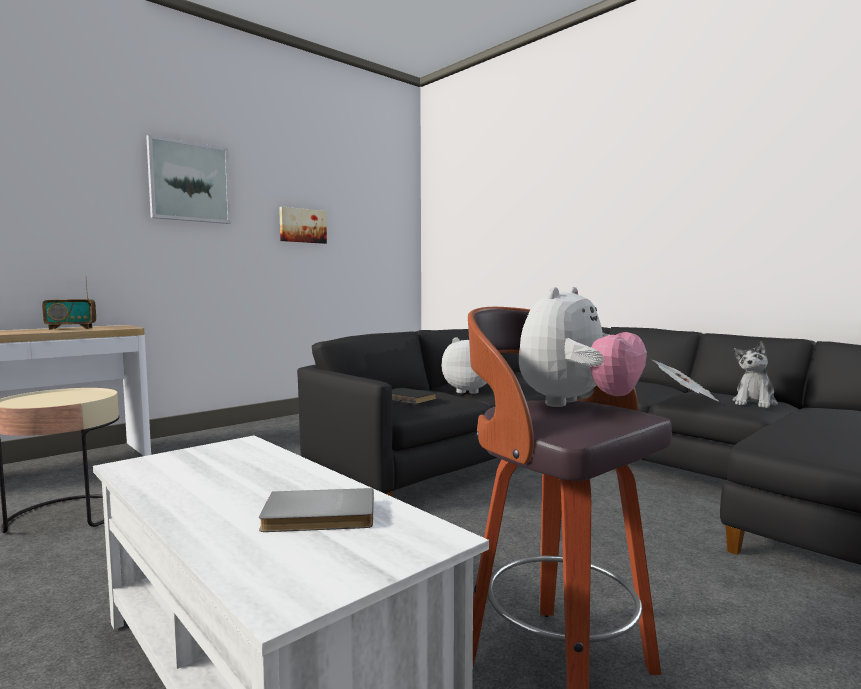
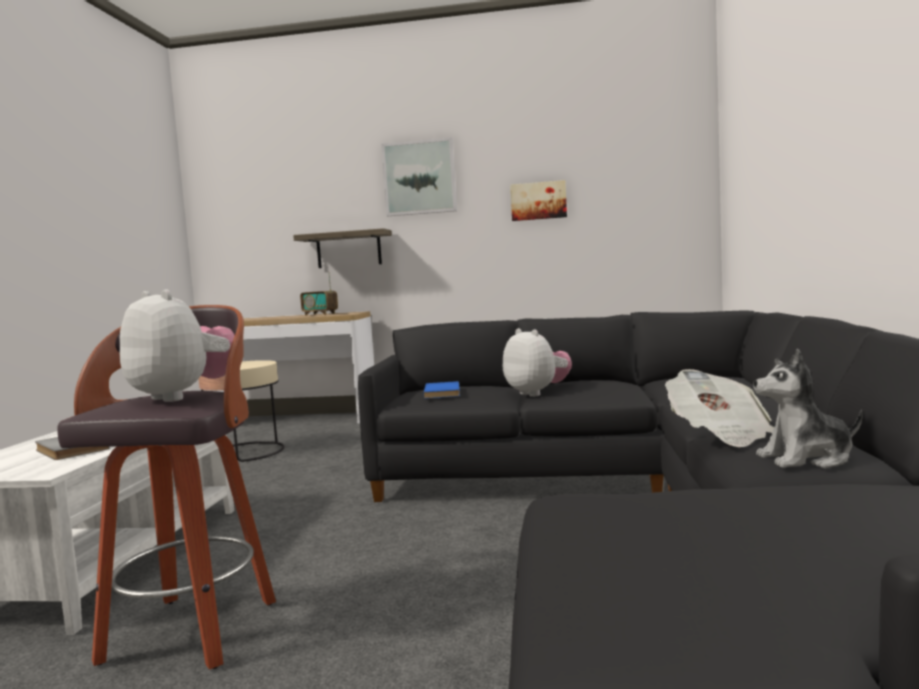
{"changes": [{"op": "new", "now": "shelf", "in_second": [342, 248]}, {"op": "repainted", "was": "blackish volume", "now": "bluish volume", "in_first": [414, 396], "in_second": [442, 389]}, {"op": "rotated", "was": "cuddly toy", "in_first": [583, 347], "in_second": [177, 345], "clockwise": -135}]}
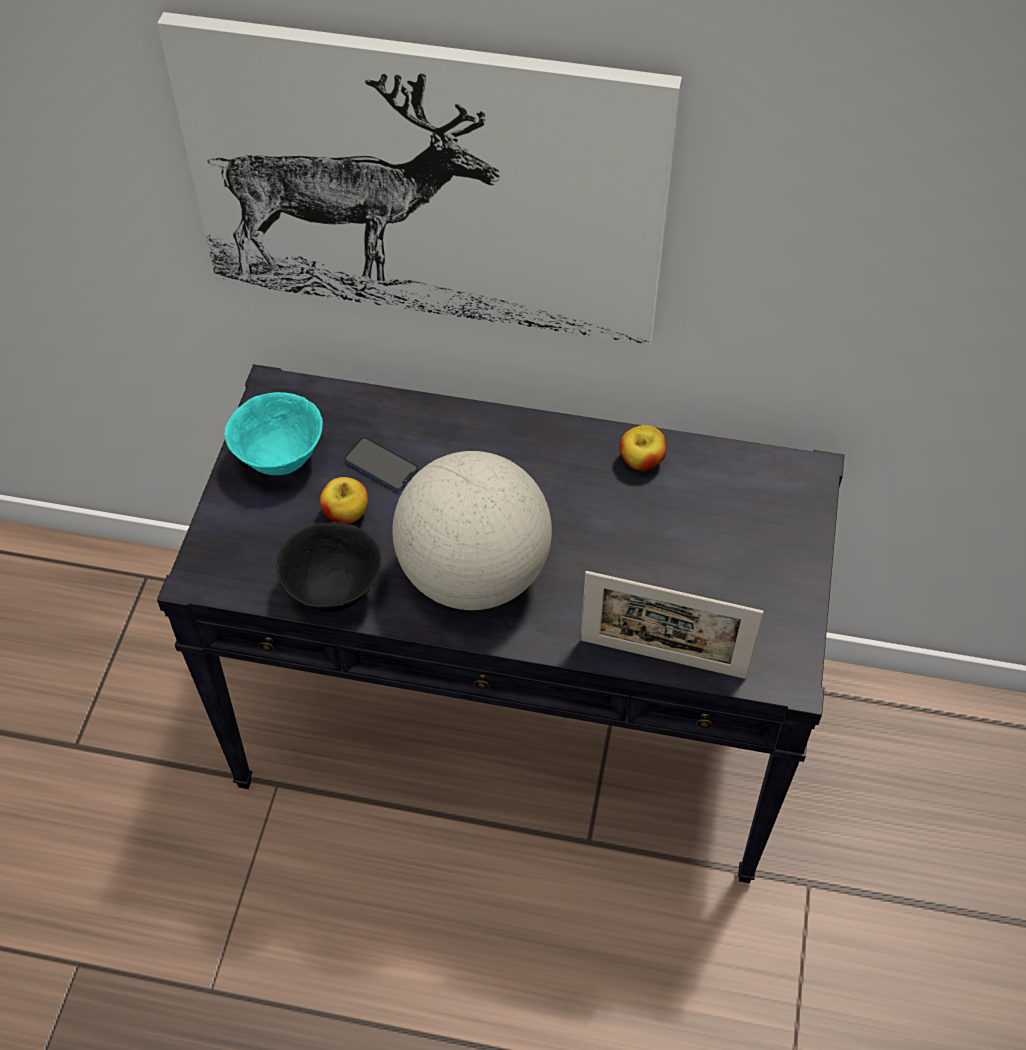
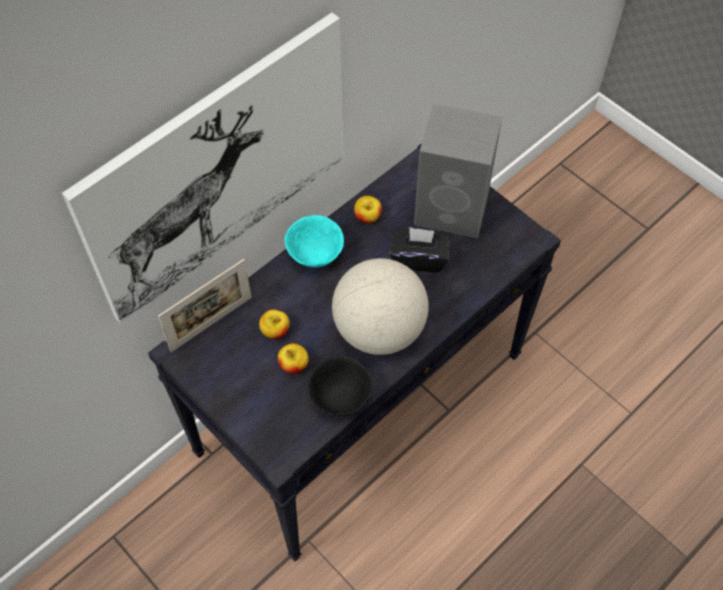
{"changes": [{"op": "new", "now": "blackish tissue holder", "in_second": [419, 249]}, {"op": "new", "now": "gray audio speaker", "in_second": [458, 171]}, {"op": "shifted", "was": "turquoise serving bowl", "in_first": [273, 433], "in_second": [314, 241]}, {"op": "shifted", "was": "photo frame", "in_first": [672, 625], "in_second": [205, 305]}, {"op": "swapped", "was": "phone", "now": "apple fruit", "in_first": [381, 464], "in_second": [274, 324]}]}
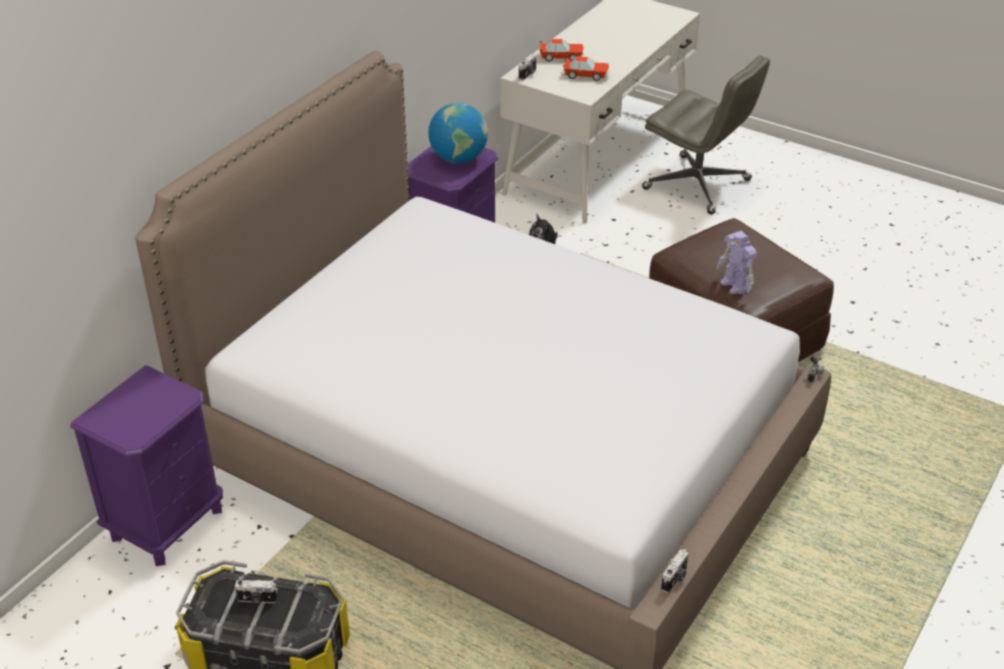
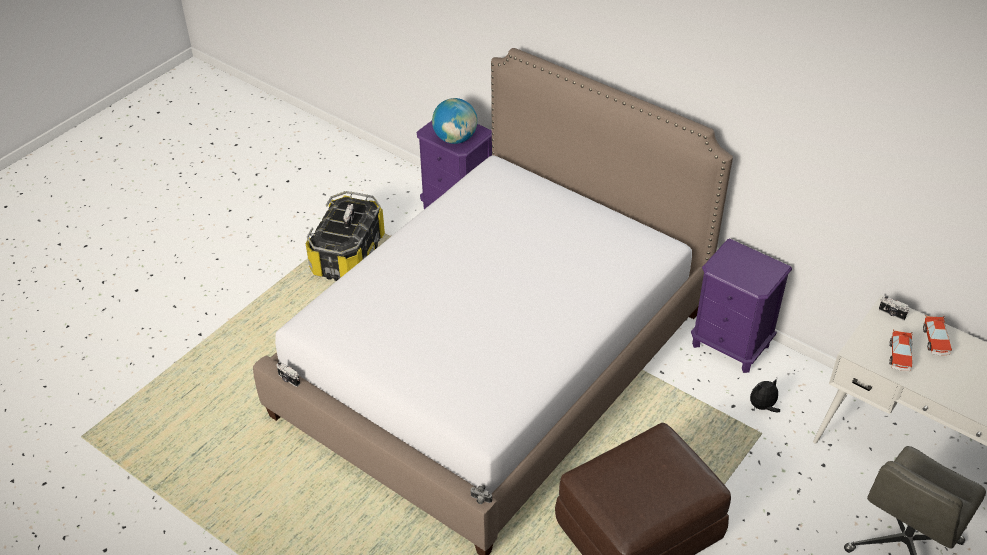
{"changes": [{"op": "gone", "was": "model robot", "in_first": [737, 262]}, {"op": "shifted", "was": "world globe", "in_first": [458, 133], "in_second": [454, 121]}]}
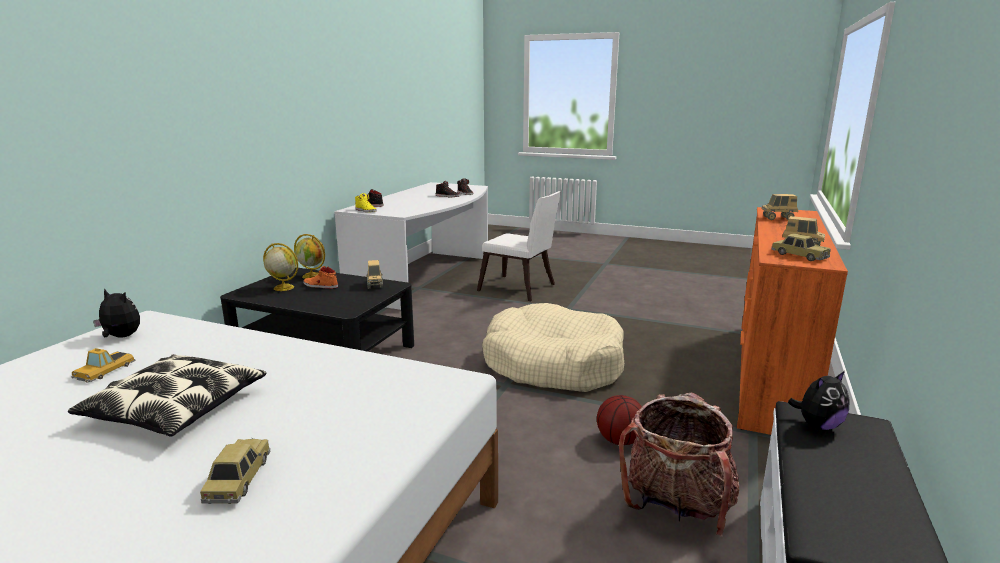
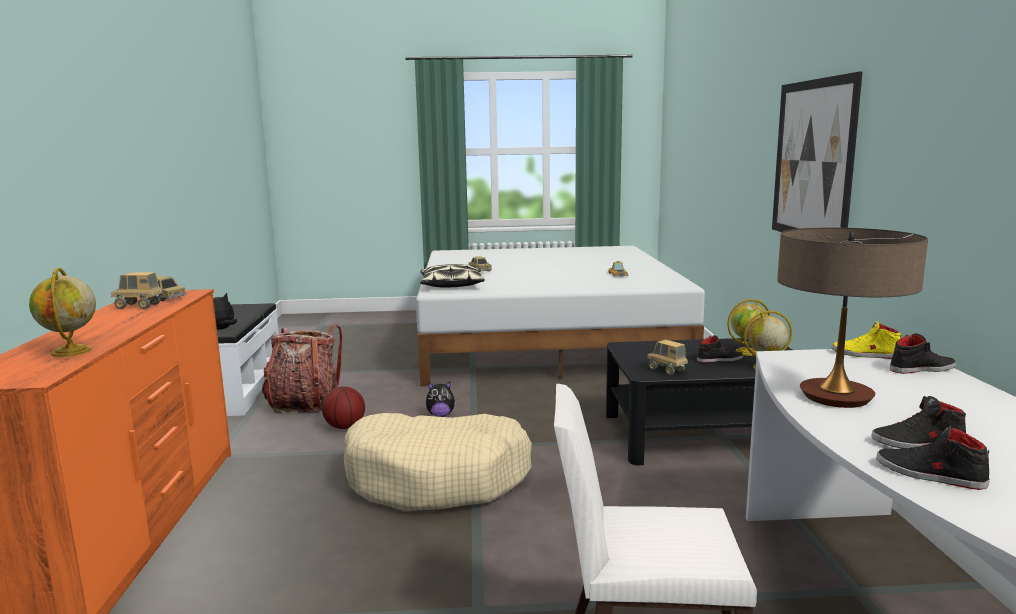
{"changes": [{"op": "new", "now": "wall picture", "in_second": [817, 151]}, {"op": "new", "now": "table lamp", "in_second": [852, 318]}, {"op": "shifted", "was": "pillow", "in_first": [167, 395], "in_second": [452, 276]}, {"op": "shifted", "was": "cuddly toy", "in_first": [116, 313], "in_second": [441, 399]}, {"op": "swapped", "was": "model truck", "now": "world globe", "in_first": [779, 207], "in_second": [62, 312]}, {"op": "repainted", "was": "orangey item of footwear", "now": "blackish item of footwear", "in_first": [320, 277], "in_second": [720, 349]}]}
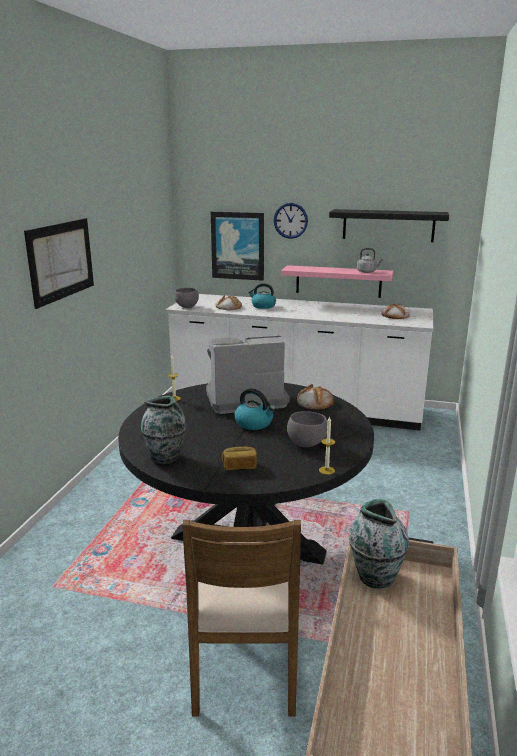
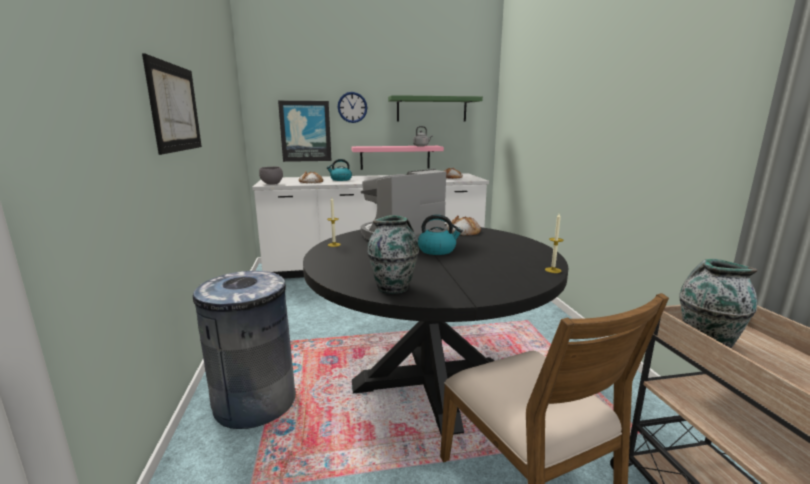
{"changes": [{"op": "gone", "was": "bakery bread", "in_first": [239, 458]}, {"op": "gone", "was": "gray serving bowl", "in_first": [307, 429]}, {"op": "new", "now": "gray trash can", "in_second": [244, 350]}, {"op": "repainted", "was": "blackish shelf", "now": "green-coloured shelf", "in_first": [389, 225], "in_second": [435, 108]}]}
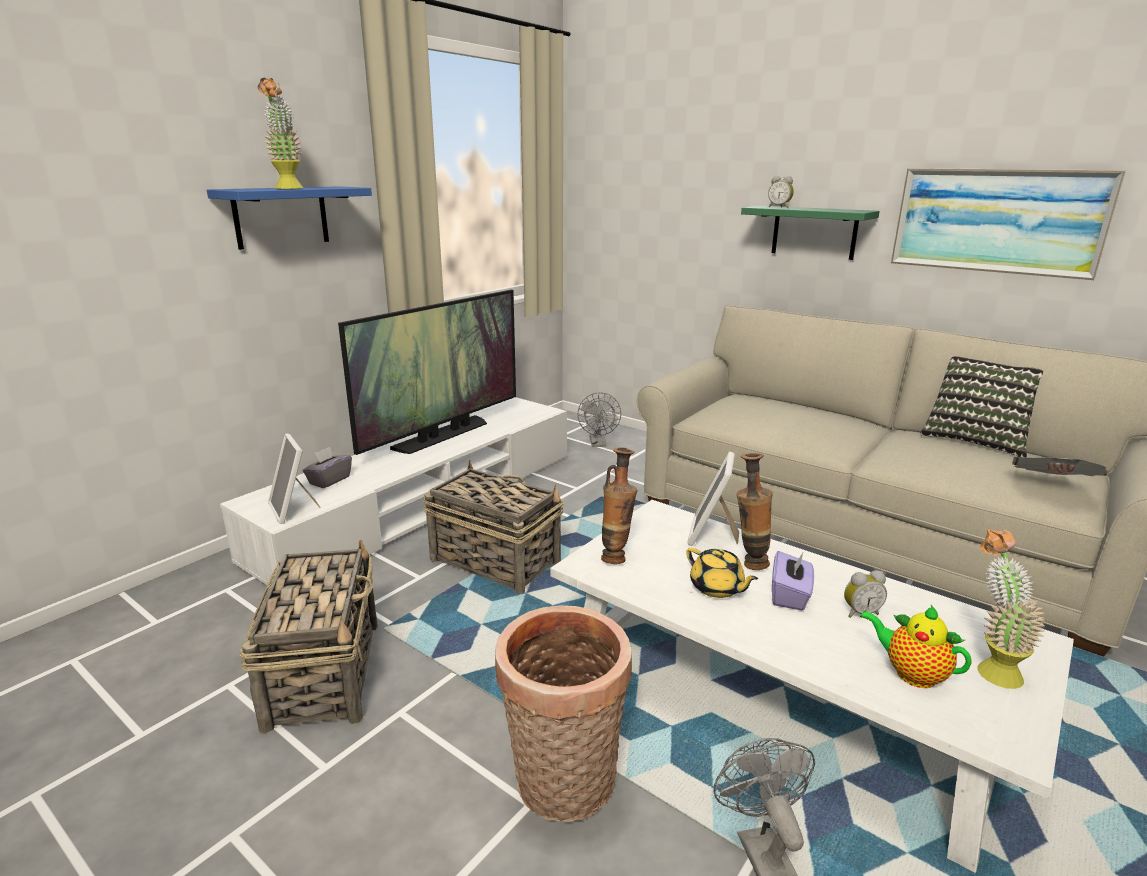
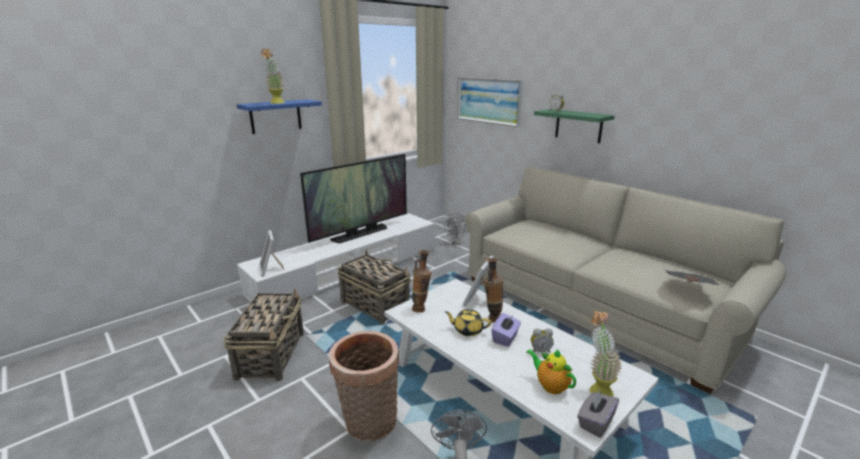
{"changes": [{"op": "gone", "was": "pillow", "in_first": [981, 406]}, {"op": "shifted", "was": "gray tissue holder", "in_first": [327, 468], "in_second": [598, 413]}, {"op": "shifted", "was": "wall picture", "in_first": [1008, 224], "in_second": [490, 102]}, {"op": "rotated", "was": "yellowish teapot", "in_first": [722, 573], "in_second": [468, 322], "clockwise": 135}]}
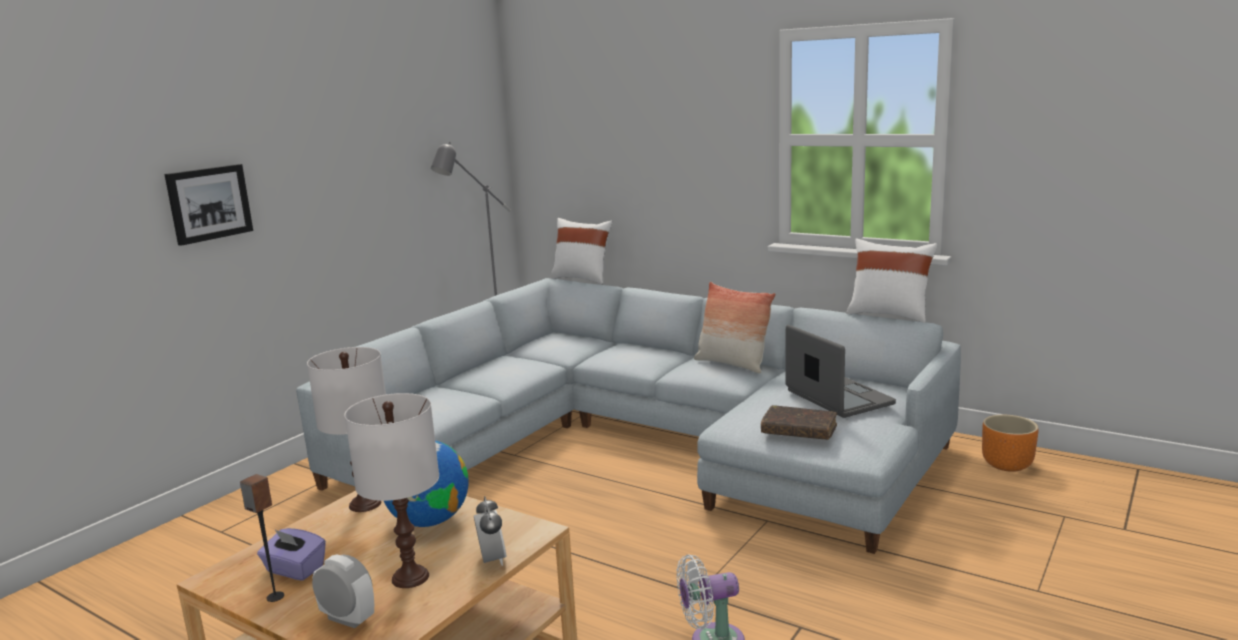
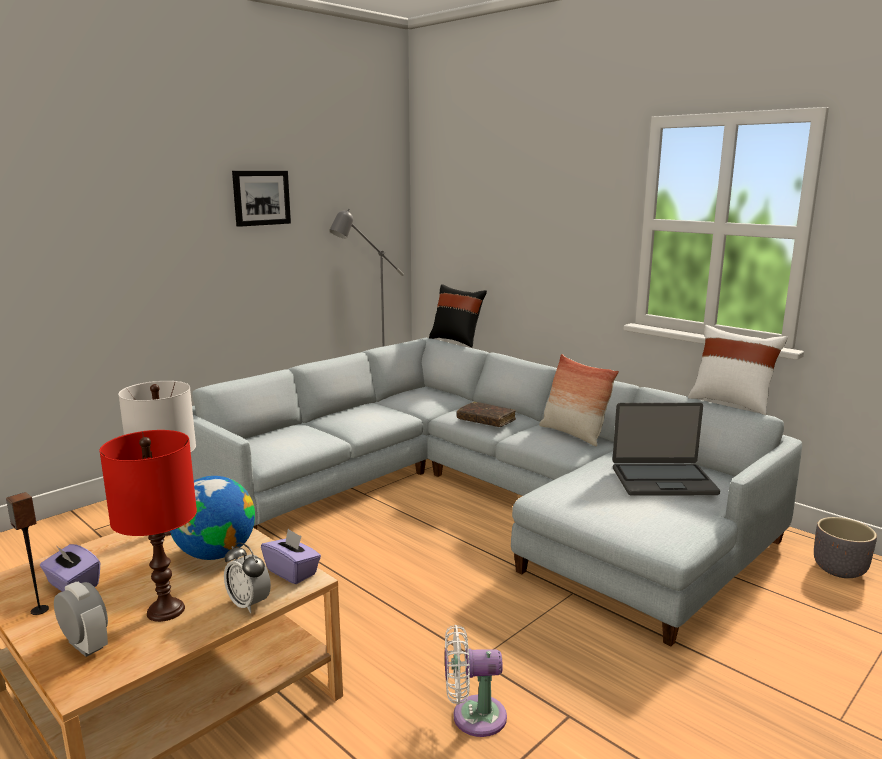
{"changes": [{"op": "new", "now": "purplish tissue holder", "in_second": [291, 556]}, {"op": "shifted", "was": "wall picture", "in_first": [208, 205], "in_second": [261, 199]}, {"op": "shifted", "was": "brown volume", "in_first": [799, 422], "in_second": [486, 414]}, {"op": "repainted", "was": "whitish table lamp", "now": "red-coloured table lamp", "in_first": [392, 490], "in_second": [148, 526]}, {"op": "repainted", "was": "whitish pillow", "now": "blackish pillow", "in_first": [581, 251], "in_second": [458, 315]}, {"op": "repainted", "was": "orangey flower pot", "now": "gray flower pot", "in_first": [1010, 443], "in_second": [845, 547]}, {"op": "rotated", "was": "alarm clock", "in_first": [490, 531], "in_second": [247, 577], "clockwise": 135}, {"op": "rotated", "was": "portable computer", "in_first": [840, 371], "in_second": [666, 449], "clockwise": 105}]}
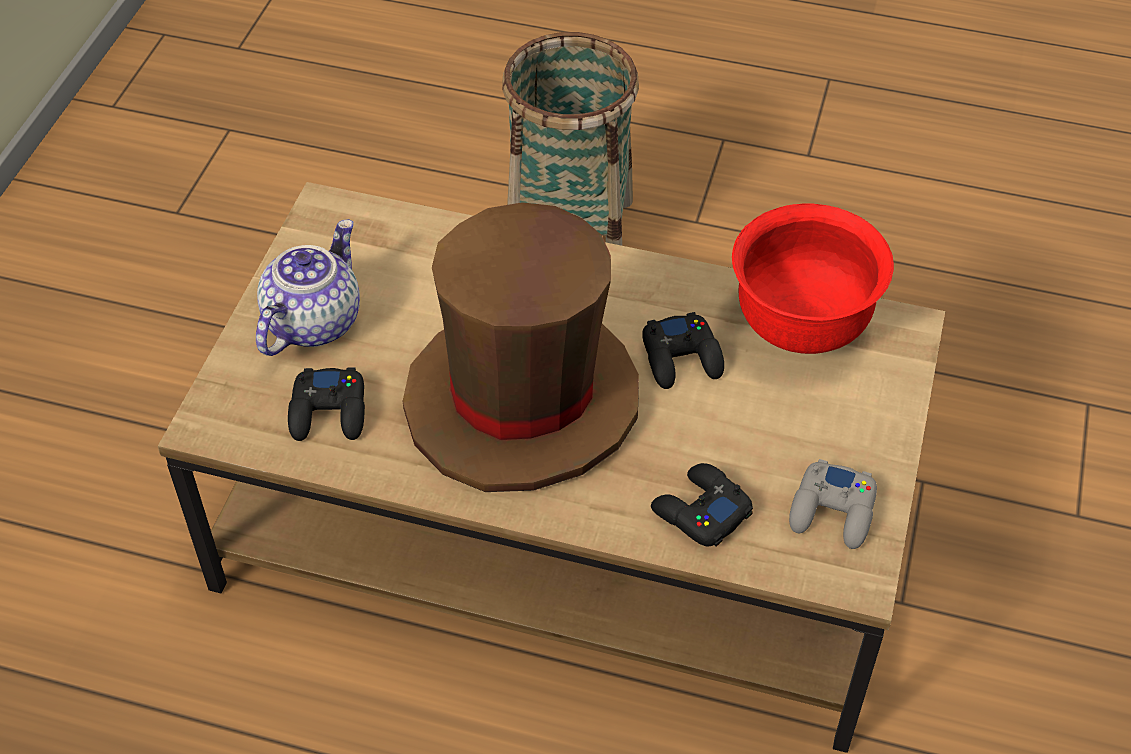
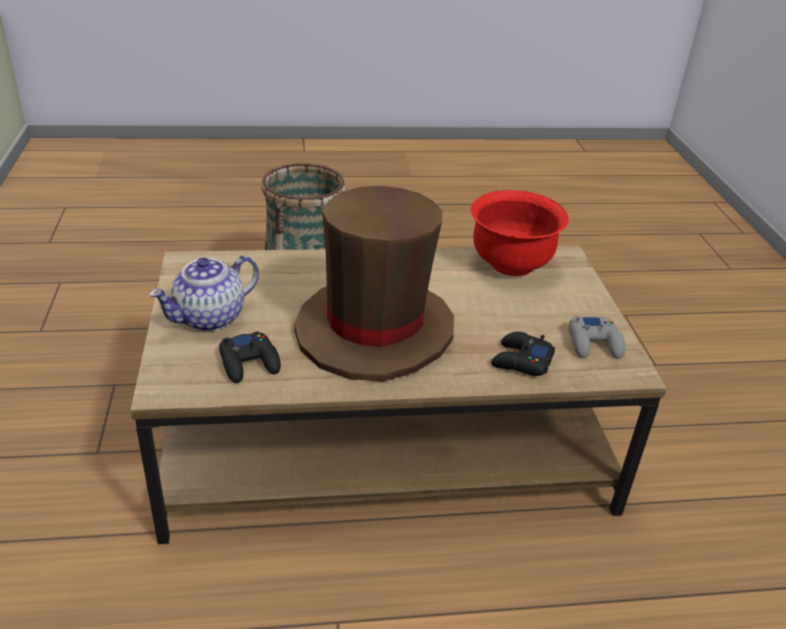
{"changes": [{"op": "gone", "was": "blackish gamepad", "in_first": [683, 350]}, {"op": "rotated", "was": "teapot", "in_first": [308, 287], "in_second": [204, 293], "clockwise": -135}]}
